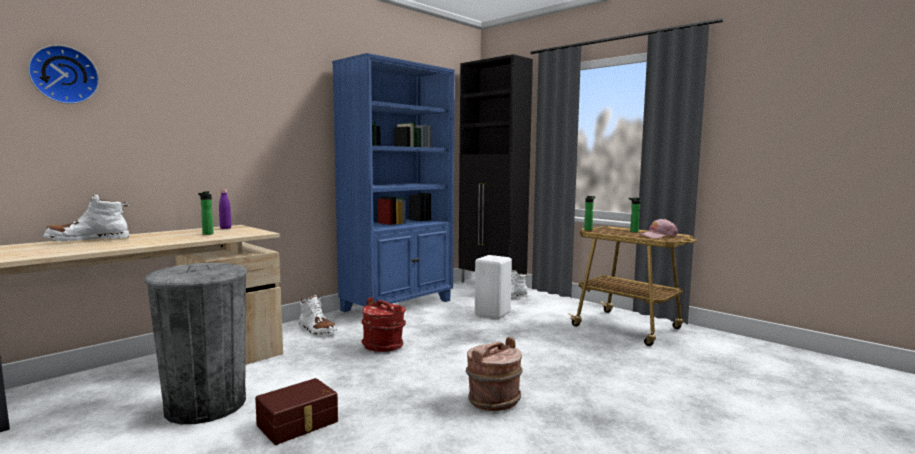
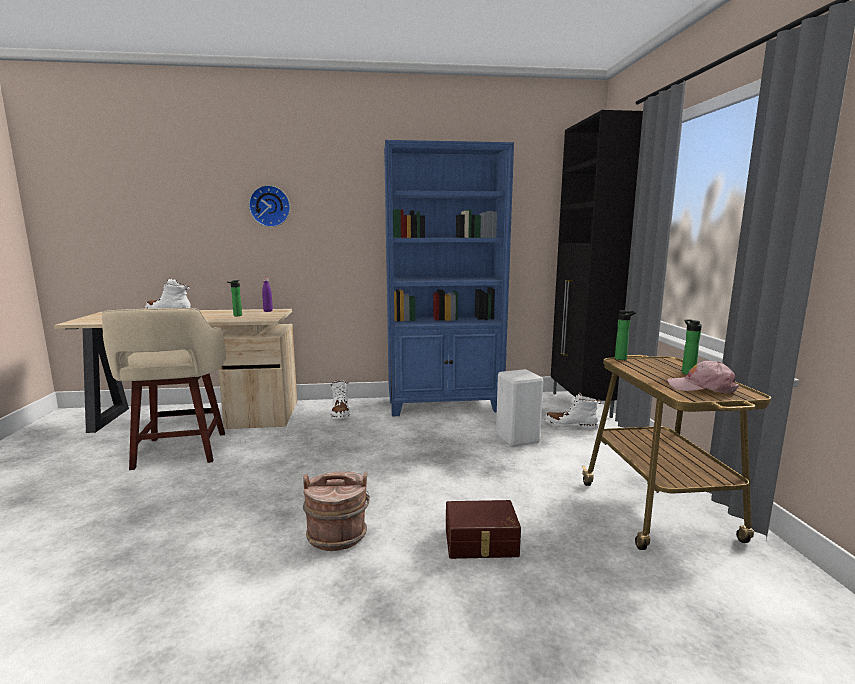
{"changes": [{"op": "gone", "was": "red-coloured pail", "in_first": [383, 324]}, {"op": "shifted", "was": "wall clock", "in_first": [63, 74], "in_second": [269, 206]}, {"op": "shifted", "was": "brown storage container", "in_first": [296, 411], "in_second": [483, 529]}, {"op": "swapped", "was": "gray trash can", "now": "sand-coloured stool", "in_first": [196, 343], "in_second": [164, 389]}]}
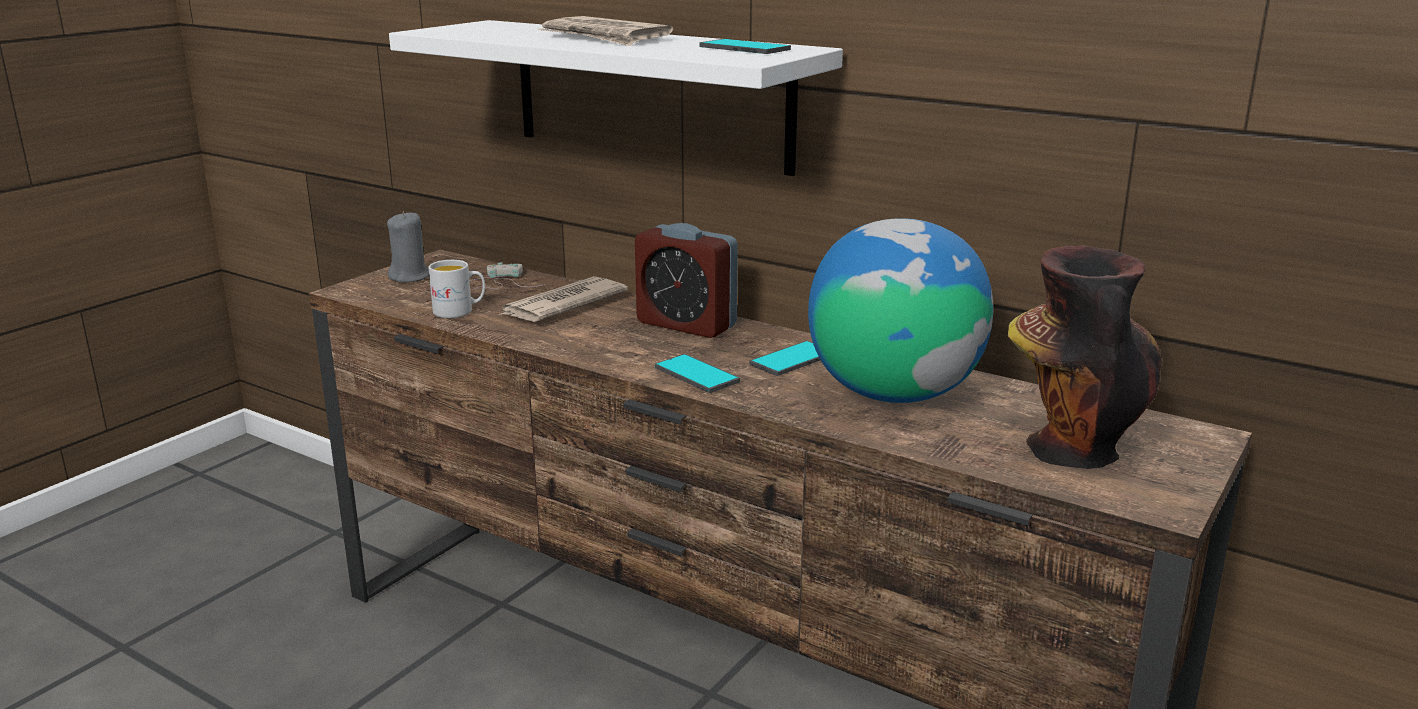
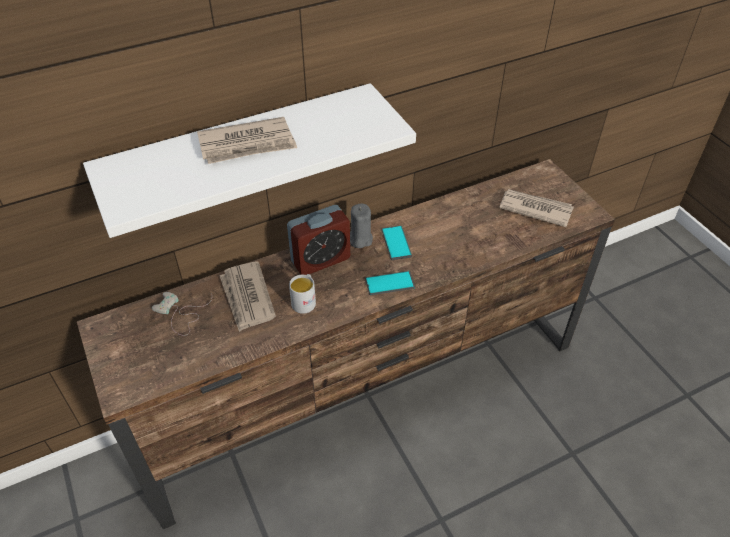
{"changes": [{"op": "gone", "was": "phone", "in_first": [745, 46]}, {"op": "gone", "was": "world globe", "in_first": [900, 310]}, {"op": "shifted", "was": "gray wax light", "in_first": [408, 247], "in_second": [361, 225]}, {"op": "shifted", "was": "whitish coffee mug", "in_first": [456, 289], "in_second": [302, 294]}, {"op": "swapped", "was": "flower vase", "now": "daily paper", "in_first": [1085, 357], "in_second": [537, 208]}]}
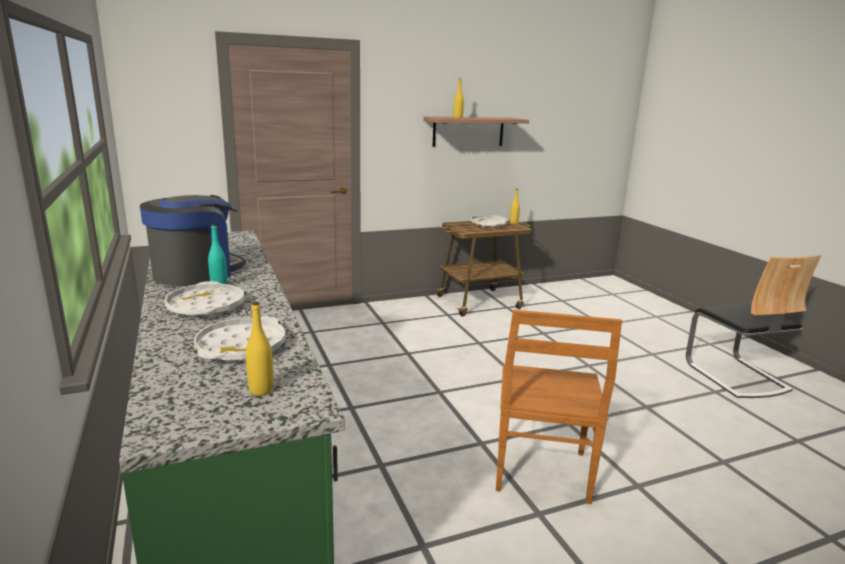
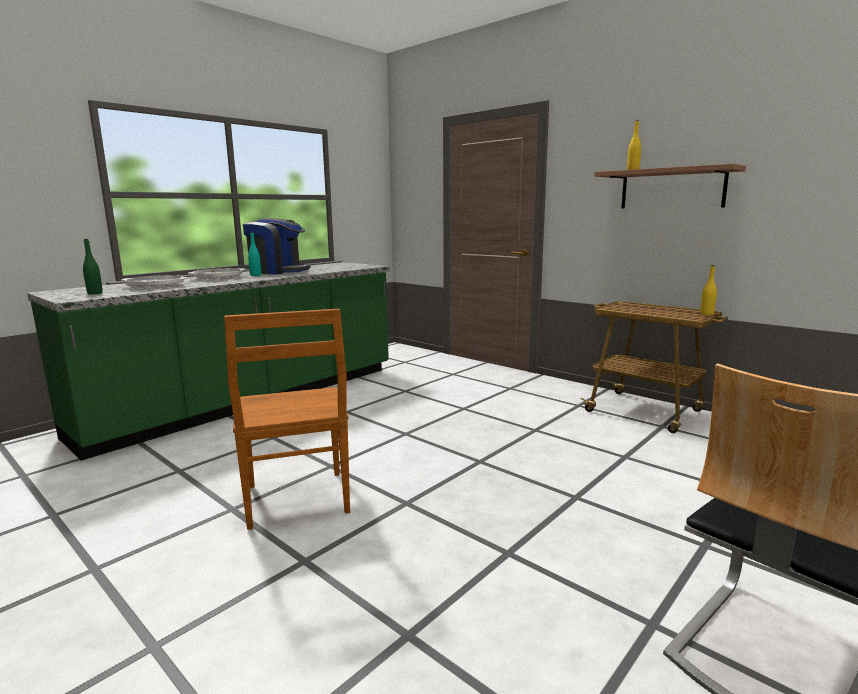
{"changes": [{"op": "gone", "was": "whitish serving tray", "in_first": [489, 221]}, {"op": "repainted", "was": "yellowish beverage bottle", "now": "green-coloured beverage bottle", "in_first": [259, 348], "in_second": [93, 266]}, {"op": "rotated", "was": "brown chair", "in_first": [559, 407], "in_second": [287, 419], "clockwise": -90}]}
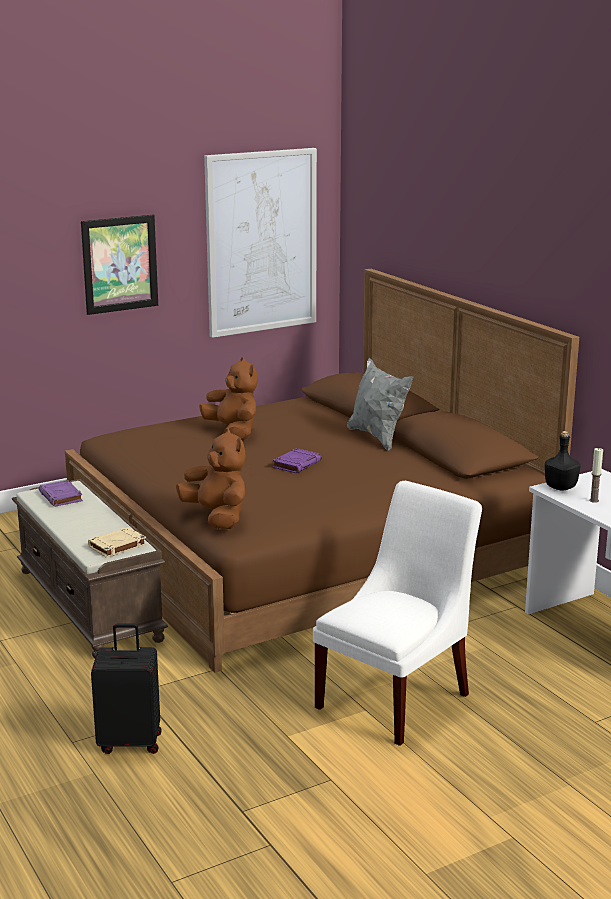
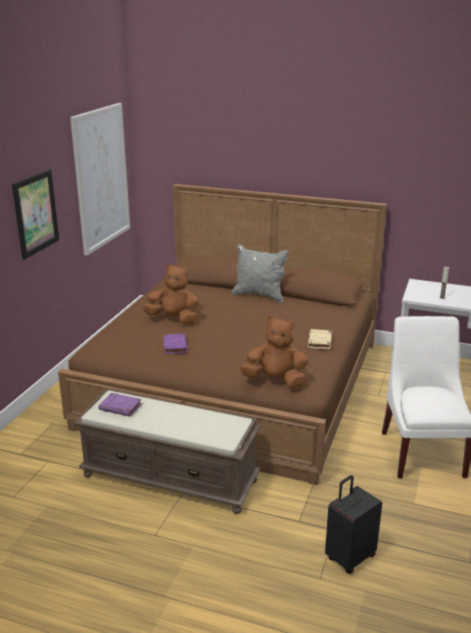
{"changes": [{"op": "gone", "was": "blackish beverage bottle", "in_first": [563, 461]}, {"op": "shifted", "was": "sand-coloured volume", "in_first": [117, 542], "in_second": [320, 339]}, {"op": "shifted", "was": "purplish volume", "in_first": [296, 460], "in_second": [175, 344]}]}
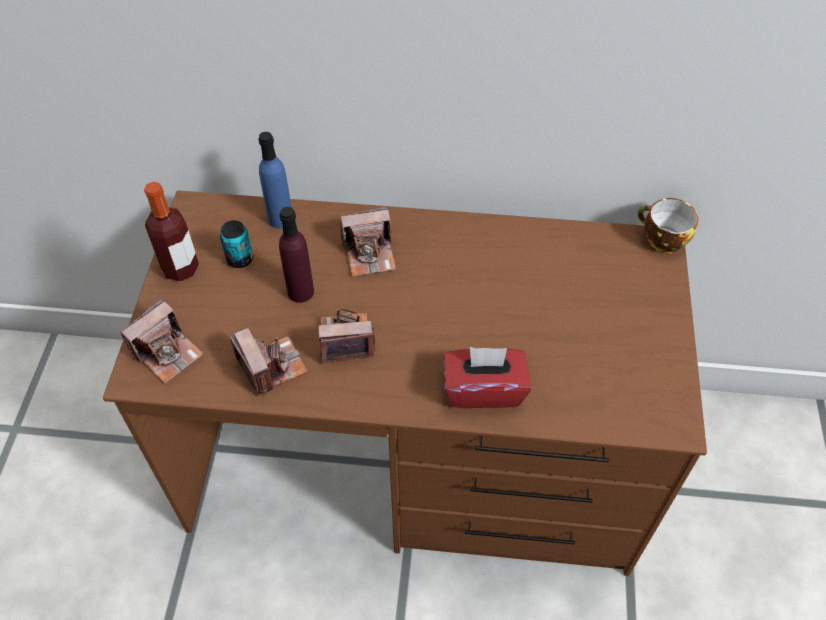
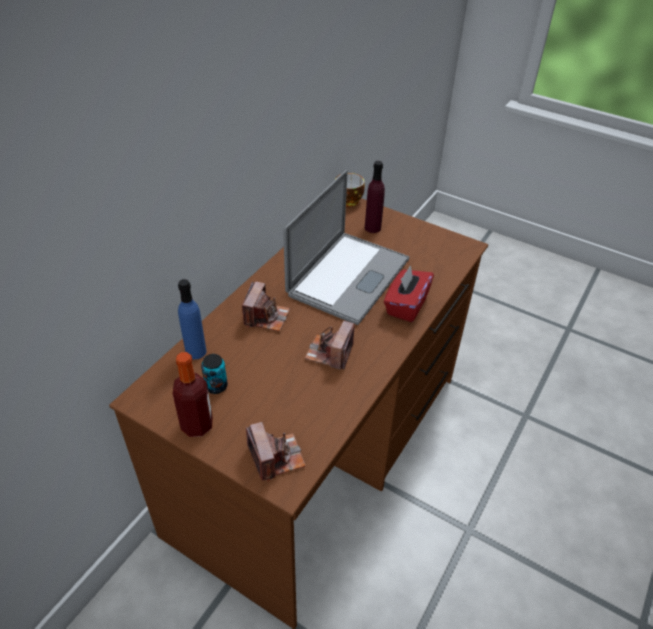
{"changes": [{"op": "gone", "was": "photo camera", "in_first": [268, 361]}, {"op": "new", "now": "portable computer", "in_second": [346, 247]}, {"op": "shifted", "was": "purplish beverage bottle", "in_first": [296, 255], "in_second": [375, 197]}]}
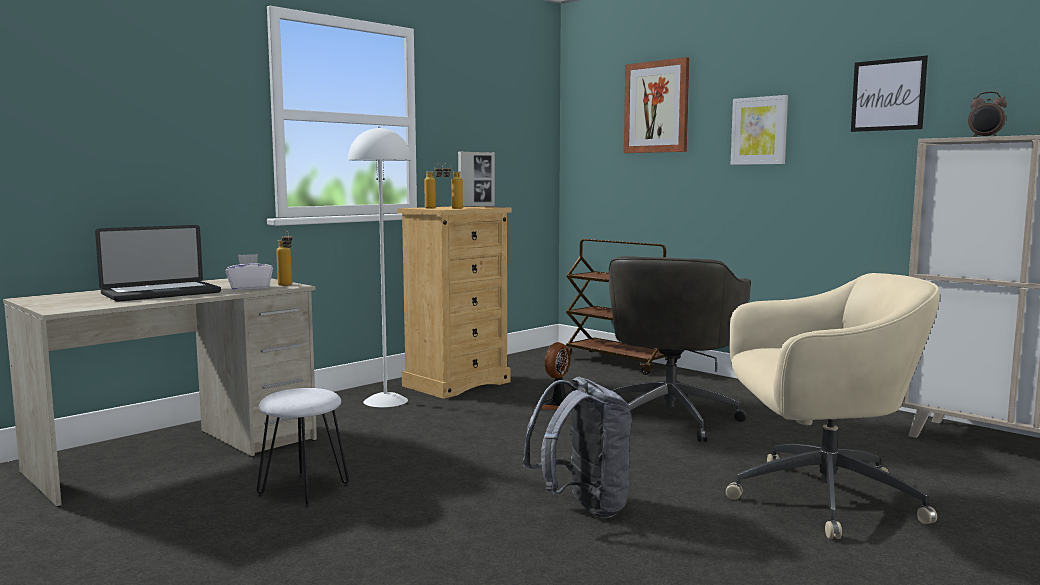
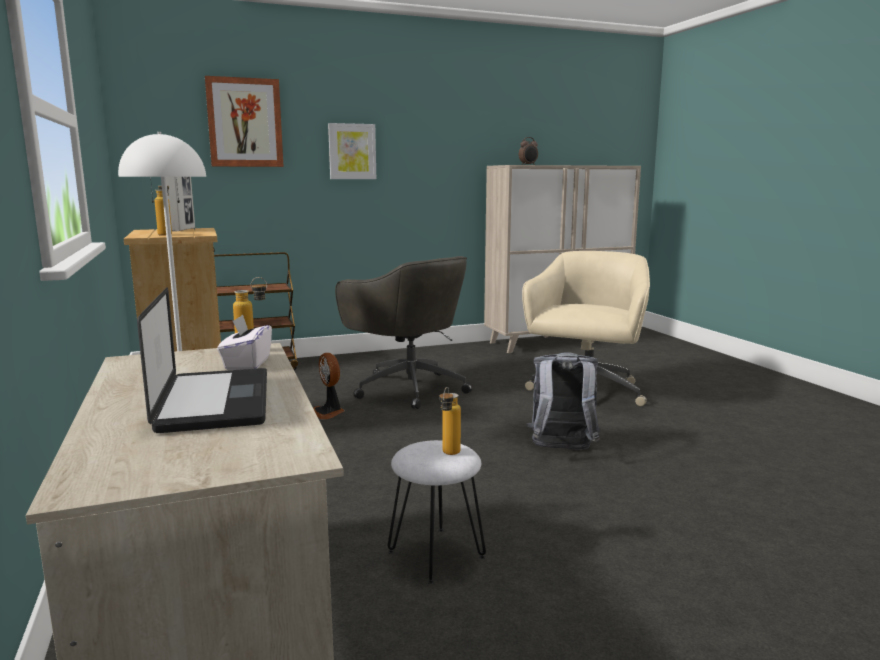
{"changes": [{"op": "gone", "was": "wall picture", "in_first": [889, 94]}, {"op": "shifted", "was": "beverage bottle", "in_first": [452, 186], "in_second": [450, 421]}]}
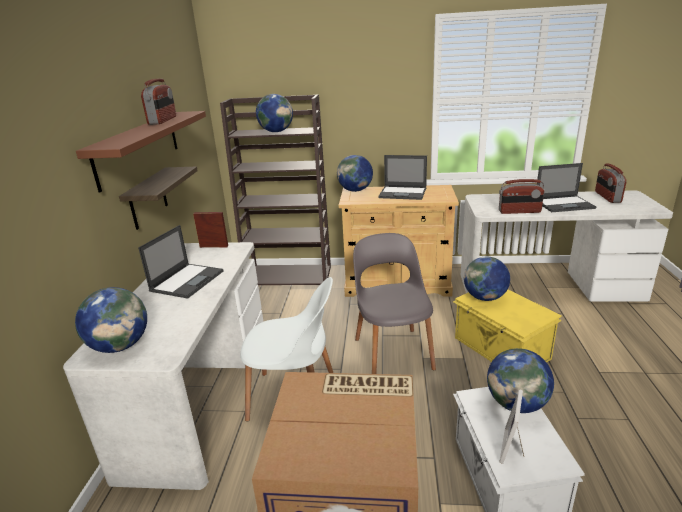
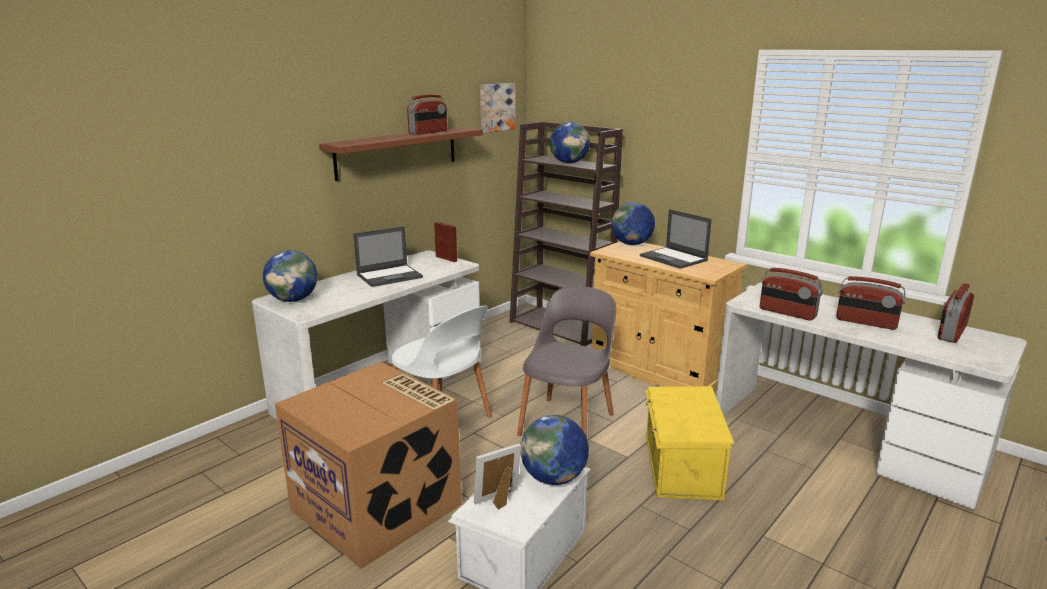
{"changes": [{"op": "gone", "was": "shelf", "in_first": [158, 198]}, {"op": "gone", "was": "world globe", "in_first": [487, 279]}, {"op": "new", "now": "wall picture", "in_second": [497, 108]}, {"op": "swapped", "was": "portable computer", "now": "radio receiver", "in_first": [566, 187], "in_second": [871, 303]}]}
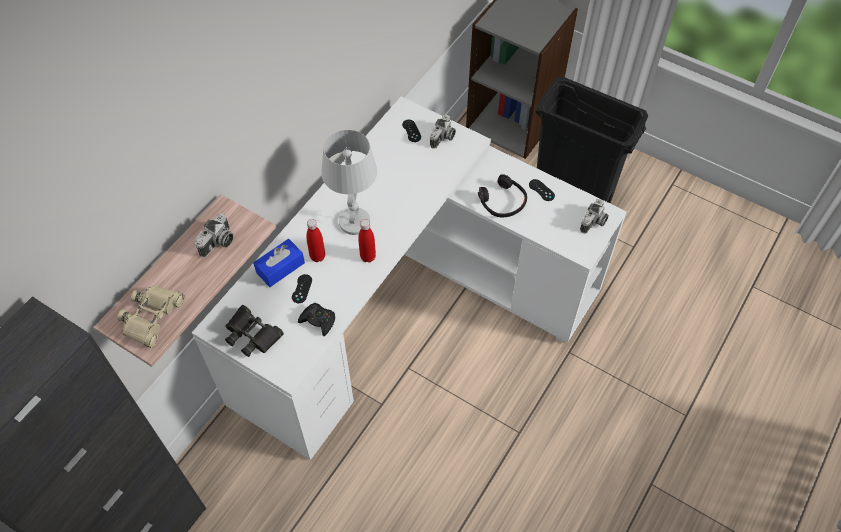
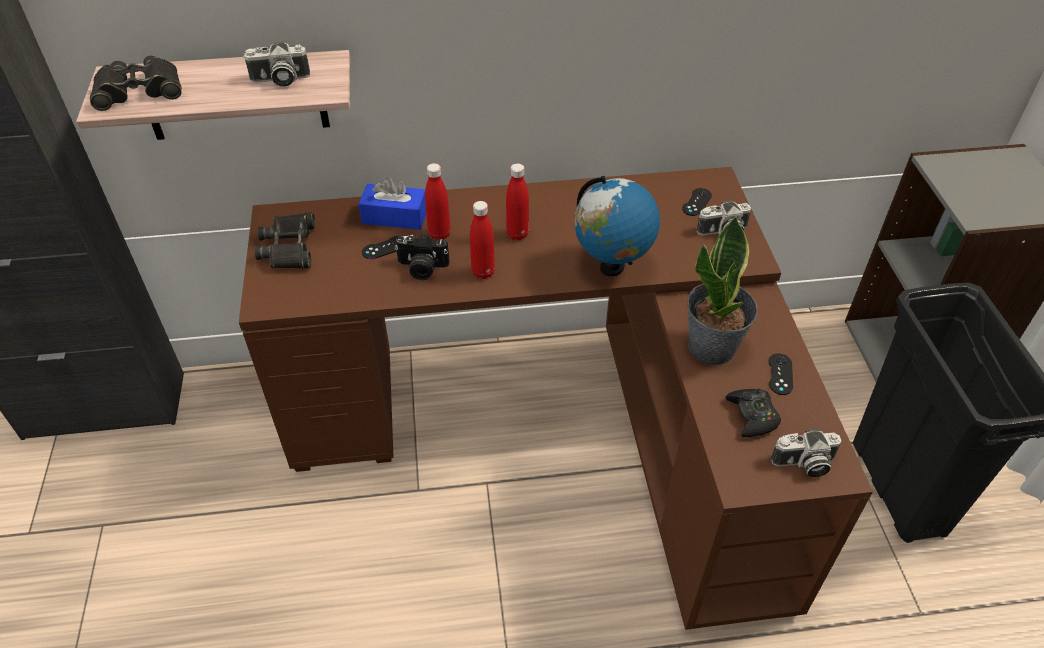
{"changes": [{"op": "new", "now": "photo camera", "in_second": [422, 256]}, {"op": "new", "now": "world globe", "in_second": [617, 226]}, {"op": "shifted", "was": "blackish gamepad", "in_first": [316, 319], "in_second": [753, 412]}, {"op": "swapped", "was": "whitish table lamp", "now": "red-coloured beverage bottle", "in_first": [349, 182], "in_second": [517, 202]}, {"op": "swapped", "was": "blackish pair of headphones", "now": "potted plant", "in_first": [502, 195], "in_second": [722, 290]}, {"op": "repainted", "was": "sand-coloured binoculars", "now": "blackish binoculars", "in_first": [150, 316], "in_second": [136, 83]}, {"op": "repainted", "was": "whitish desk unit", "now": "brown desk unit", "in_first": [409, 278], "in_second": [556, 398]}]}
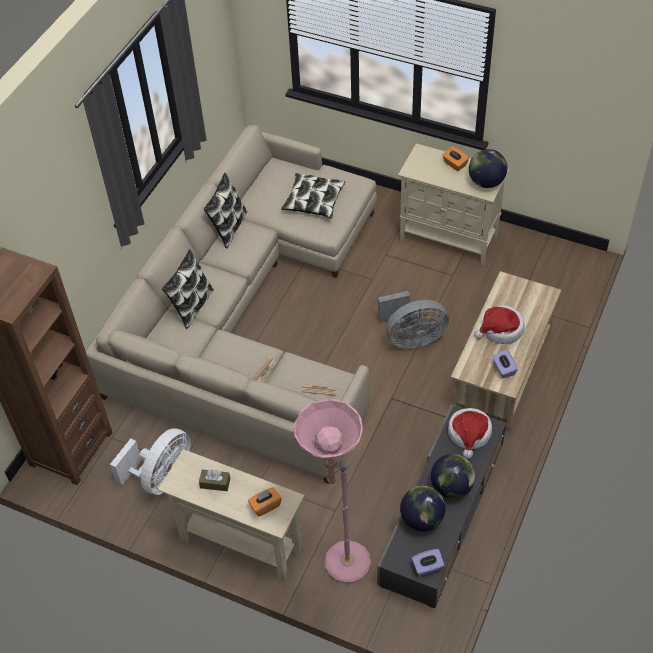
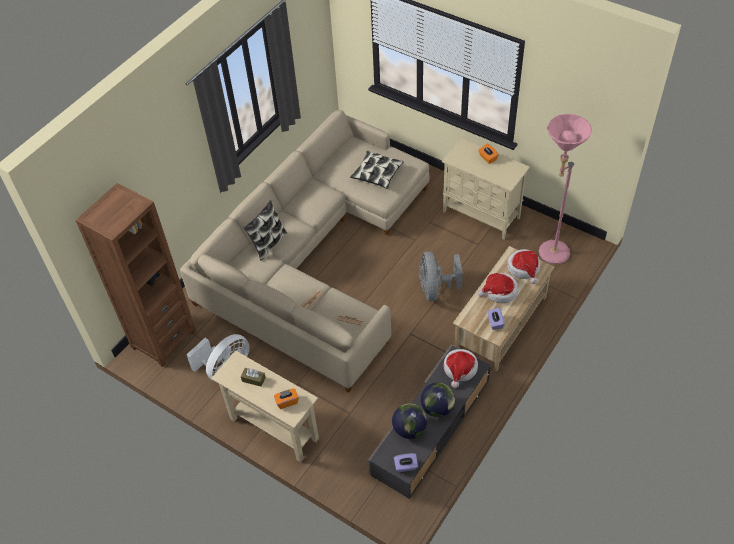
{"changes": [{"op": "gone", "was": "pillow", "in_first": [225, 211]}, {"op": "gone", "was": "world globe", "in_first": [488, 168]}, {"op": "new", "now": "clothing hat", "in_second": [523, 266]}, {"op": "shifted", "was": "pink standard lamp", "in_first": [332, 491], "in_second": [565, 189]}, {"op": "rotated", "was": "gray fan", "in_first": [413, 320], "in_second": [441, 276], "clockwise": 90}]}
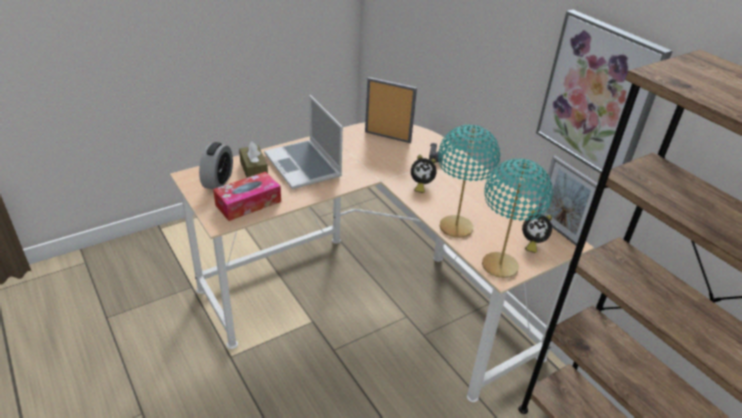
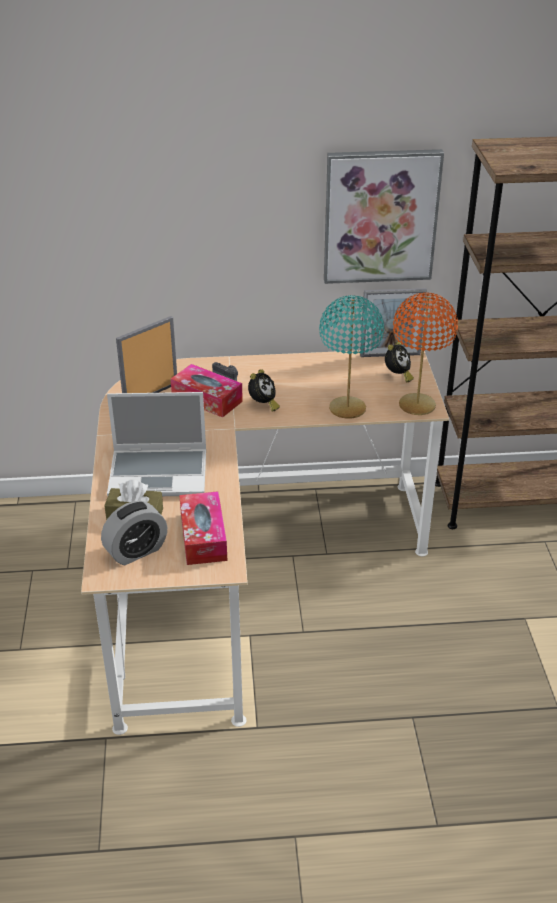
{"changes": [{"op": "new", "now": "tissue holder", "in_second": [207, 391]}, {"op": "repainted", "was": "turquoise table lamp", "now": "orangey table lamp", "in_first": [517, 218], "in_second": [425, 354]}, {"op": "rotated", "was": "alarm clock", "in_first": [216, 165], "in_second": [134, 533], "clockwise": 105}]}
